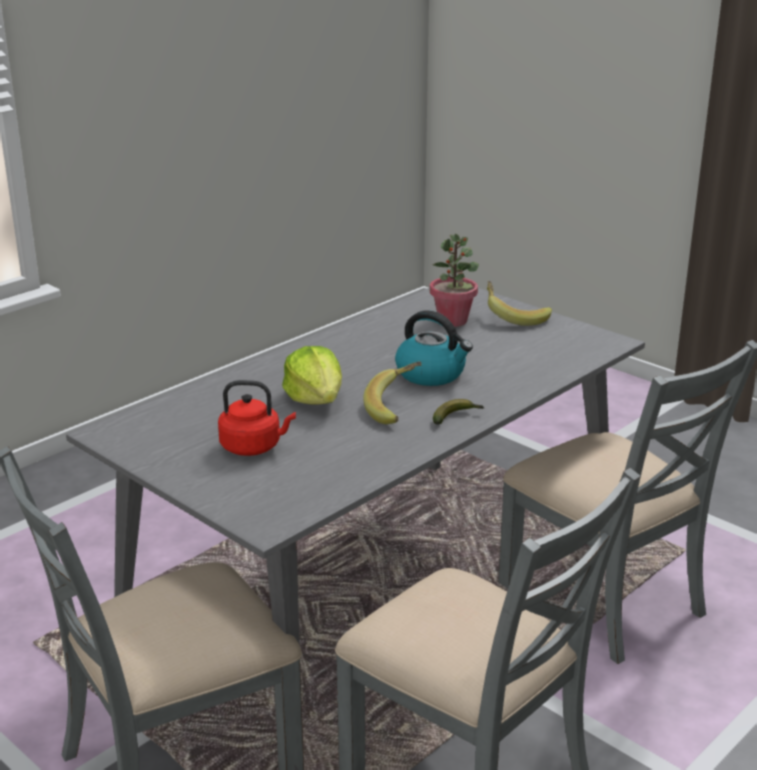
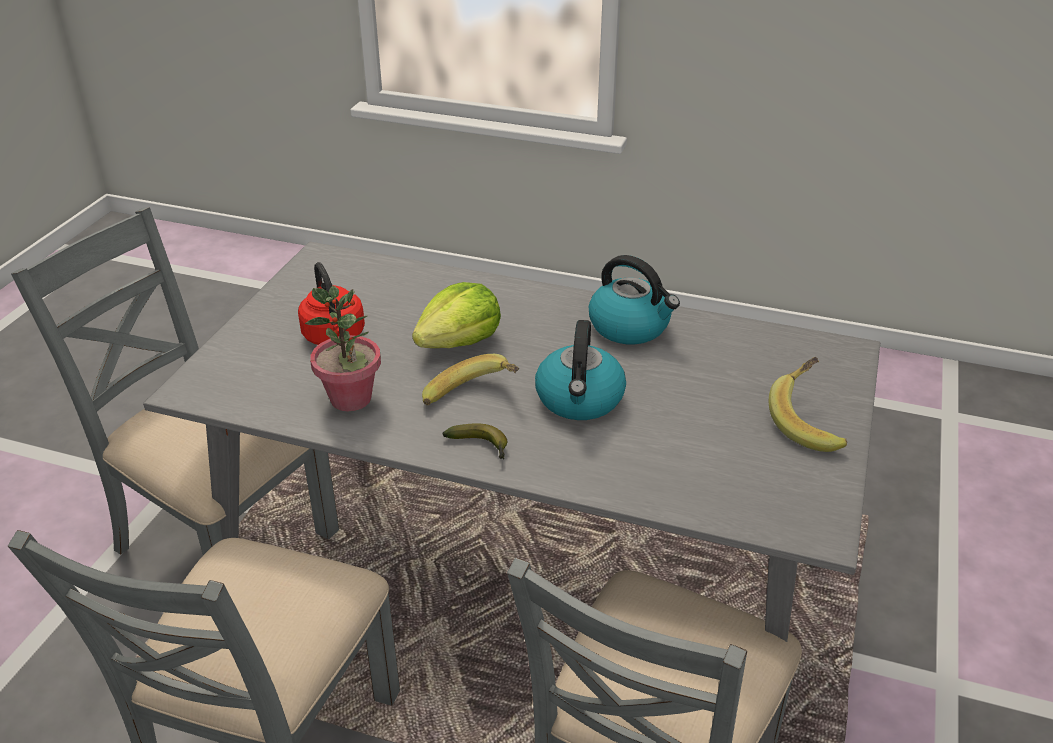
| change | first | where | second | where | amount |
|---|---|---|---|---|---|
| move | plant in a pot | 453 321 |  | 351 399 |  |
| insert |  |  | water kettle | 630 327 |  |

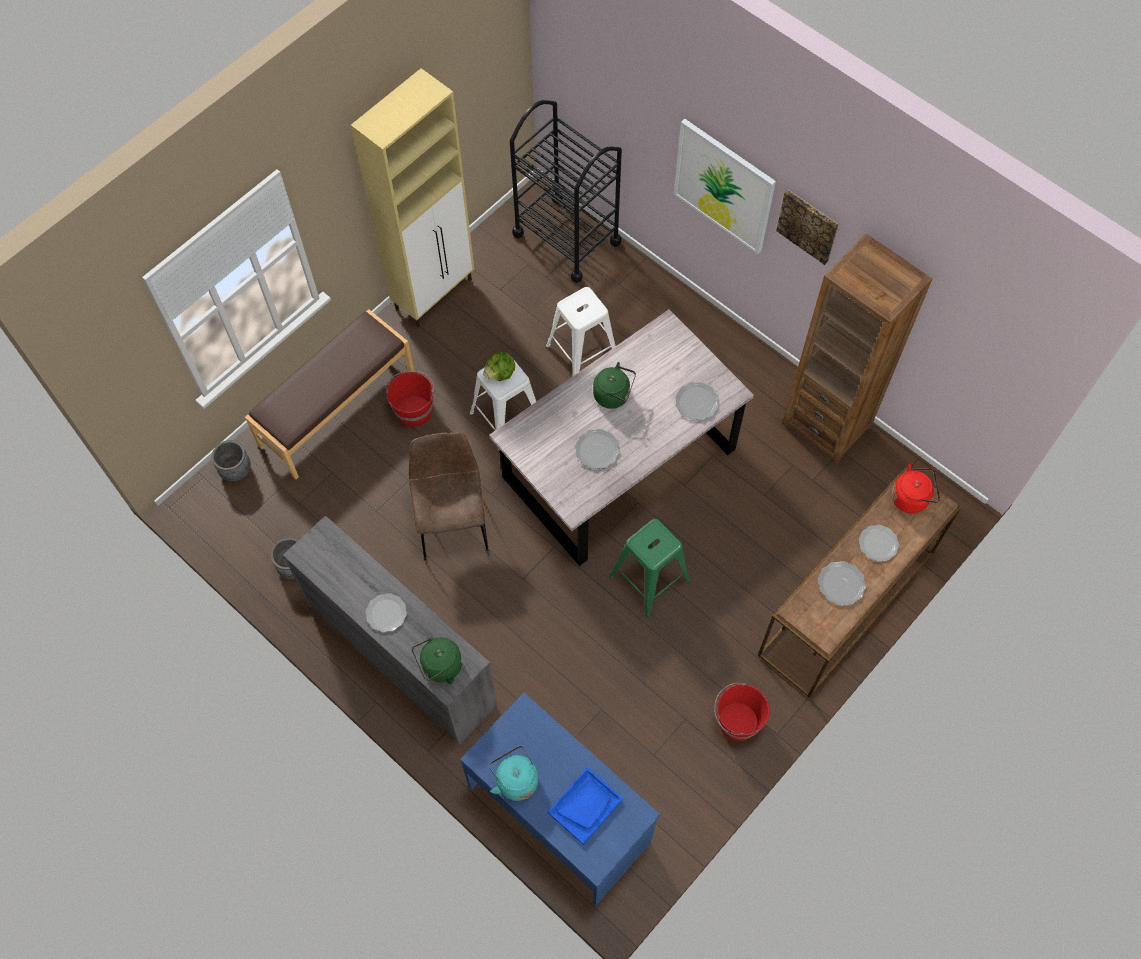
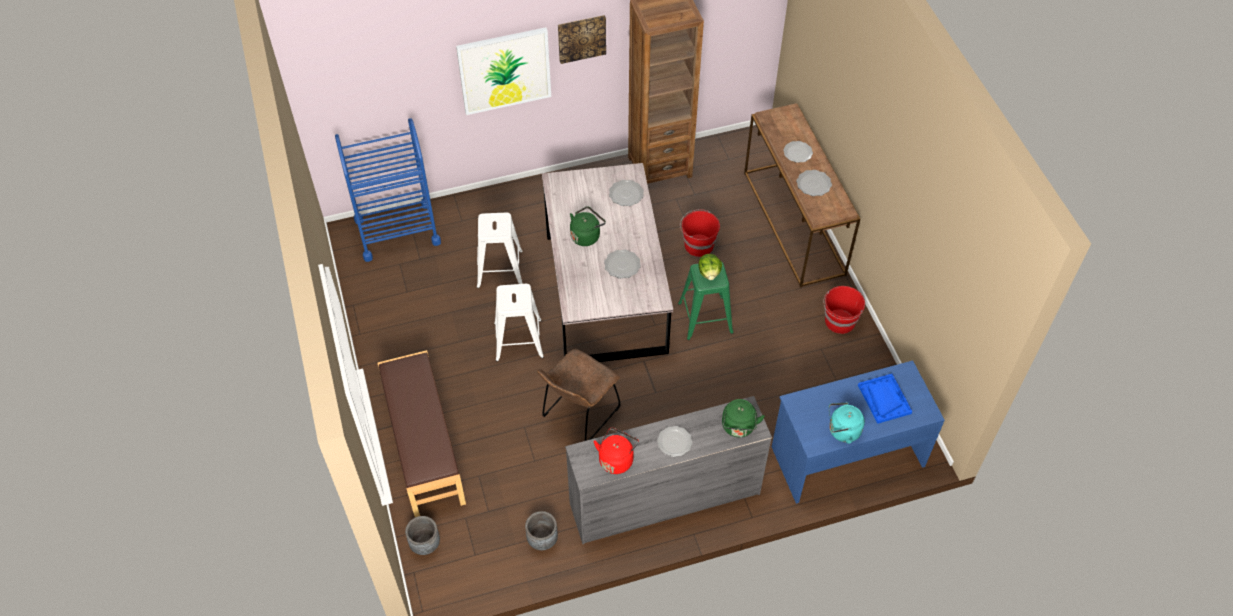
| change | first | where | second | where | amount |
|---|---|---|---|---|---|
| delete | cupboard (beige) | 435 293 |  |  |  |
| move | water bucket (red-coloured) | 414 410 |  | 698 245 |  |
| rotate | plain chair (brownish) | 452 521 |  | 578 414 | 75 degrees counterclockwise |
| move | lettuce head | 500 373 |  | 709 273 |  |
| recolor | wheeled cart (black-coloured) | 567 238 | wheeled cart (blue-coloured) | 397 231 |  |
| move | water kettle (red-coloured) | 912 498 |  | 616 459 |  |

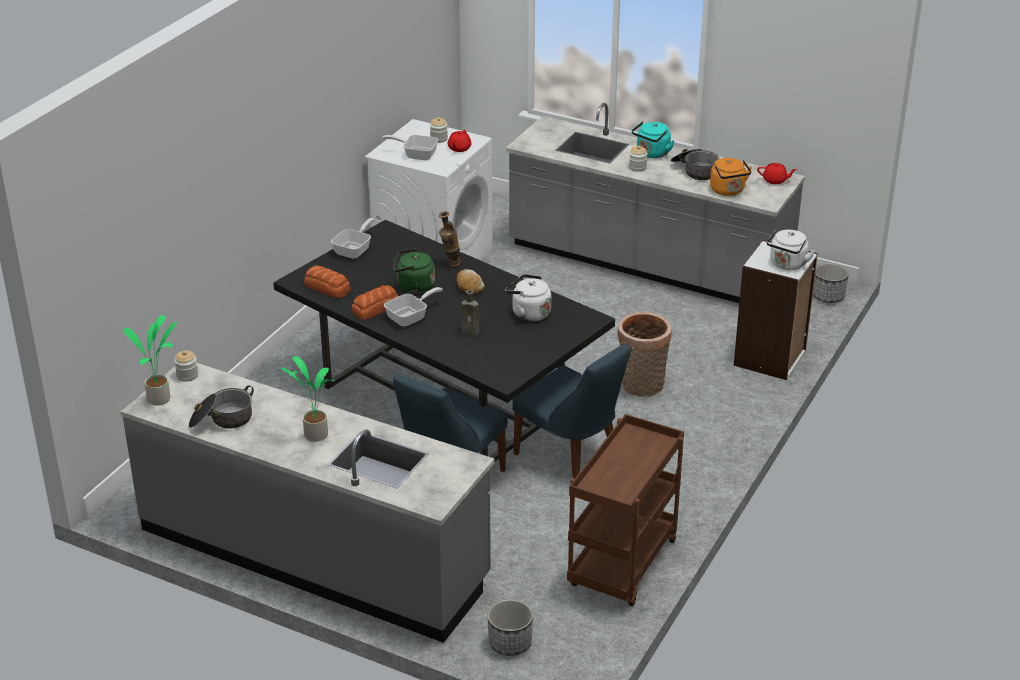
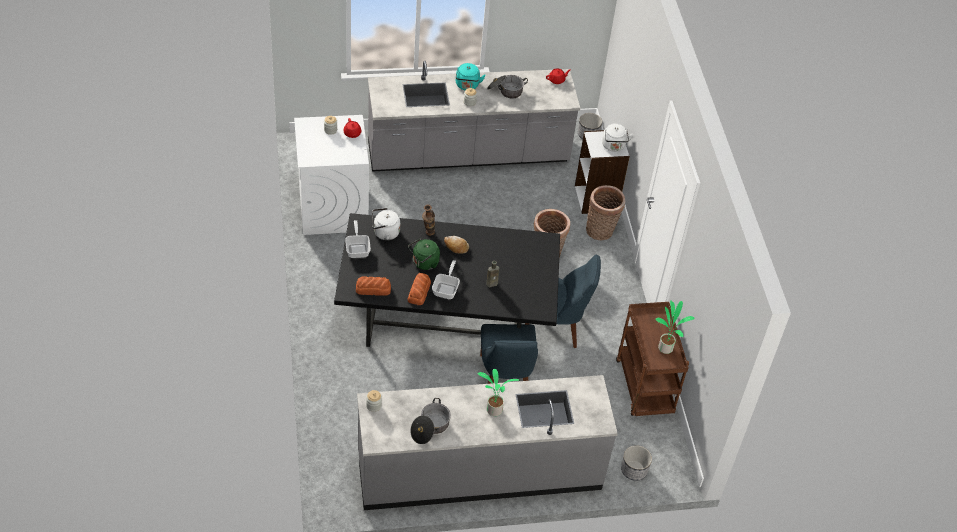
| change | first | where | second | where | amount |
|---|---|---|---|---|---|
| move | plant in a pot | 160 399 |  | 666 347 |  |
| delete | skillet | 416 154 |  |  |  |
| move | water kettle (white-coloured) | 528 313 |  | 384 233 |  |
| delete | water kettle (orange-coloured) | 728 191 |  |  |  |
| insert |  |  | basket | 601 231 |  |

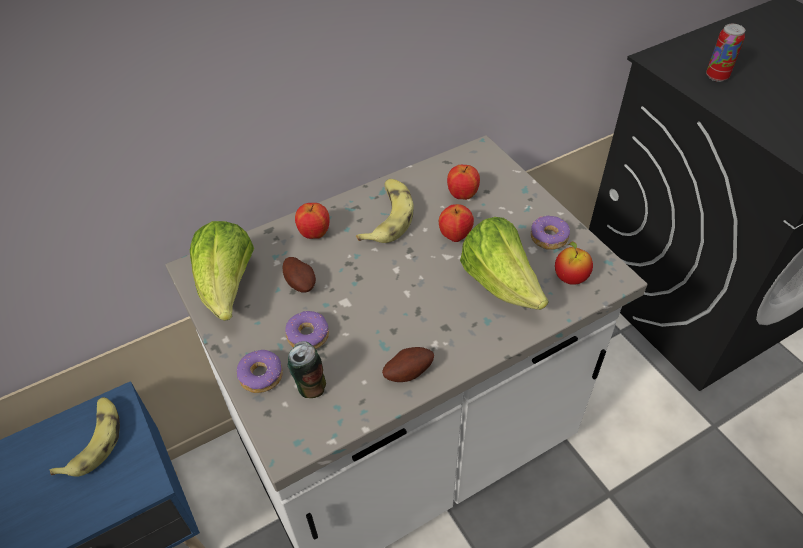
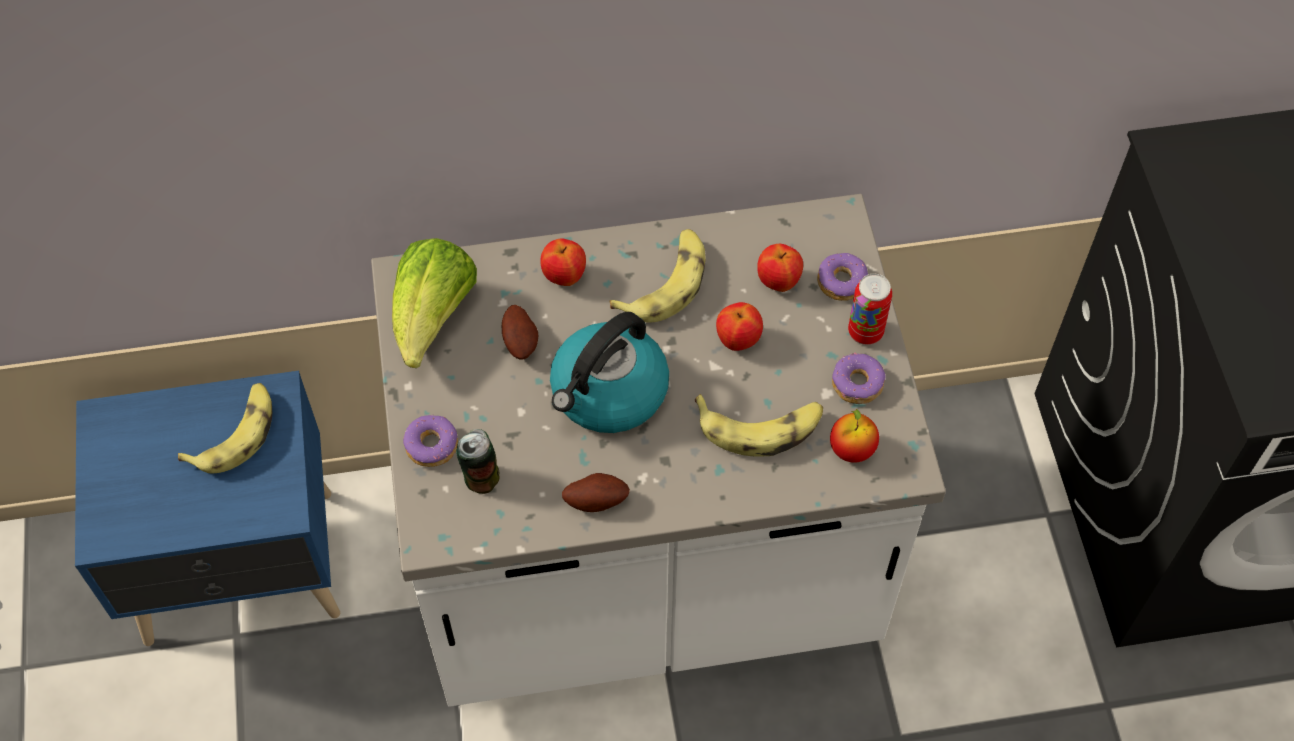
| change | first | where | second | where | amount |
|---|---|---|---|---|---|
| move | doughnut | 308 335 |  | 842 282 |  |
| replace | lettuce head | 500 283 | whole banana | 761 426 |  |
| move | can | 716 76 |  | 865 332 |  |
| insert |  |  | water kettle | 608 393 |  |

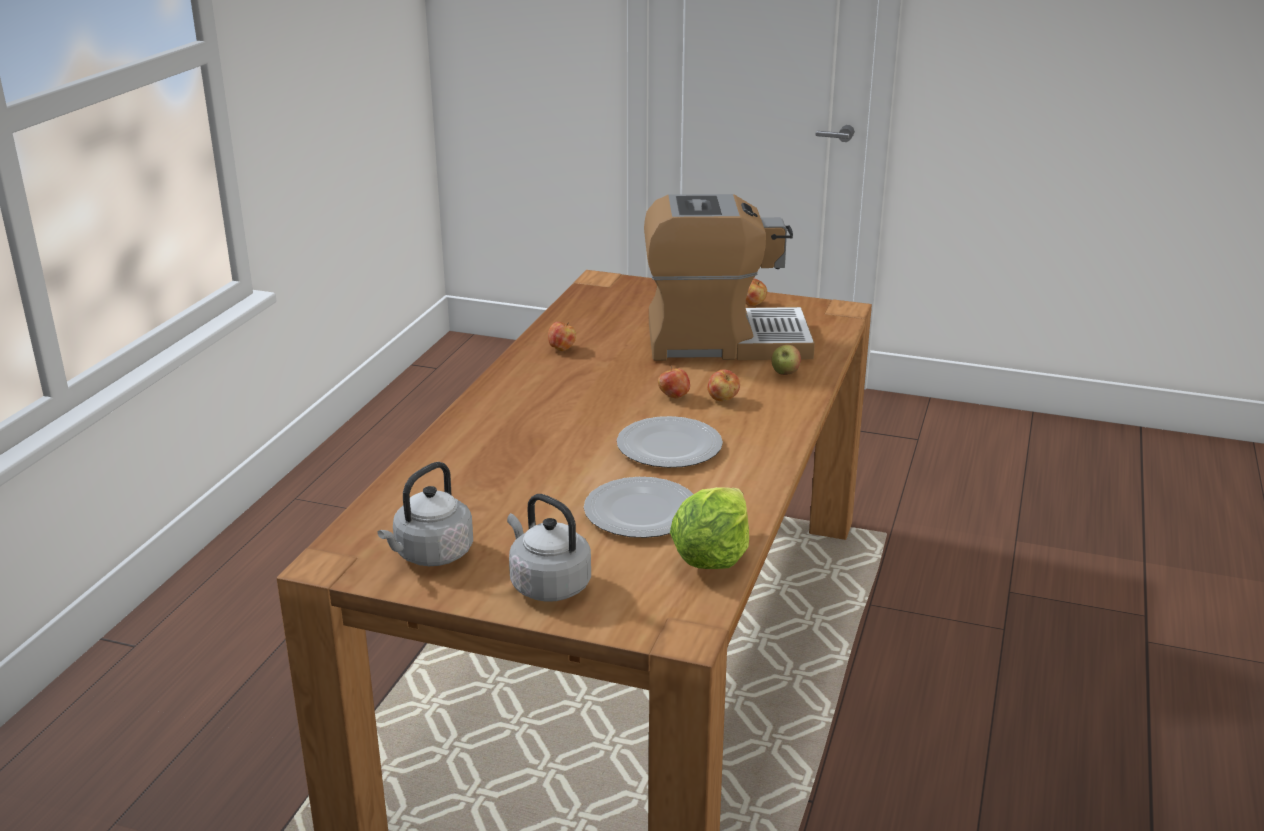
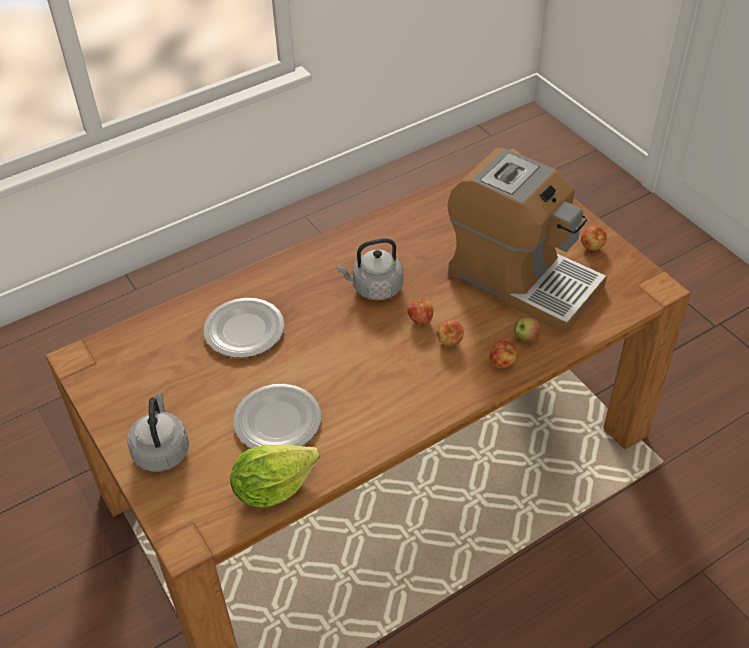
| change | first | where | second | where | amount |
|---|---|---|---|---|---|
| move | water kettle (grey) | 431 555 |  | 374 288 |  |
| move | apple | 562 349 |  | 502 363 |  |
| move | plate | 669 447 |  | 243 331 |  |

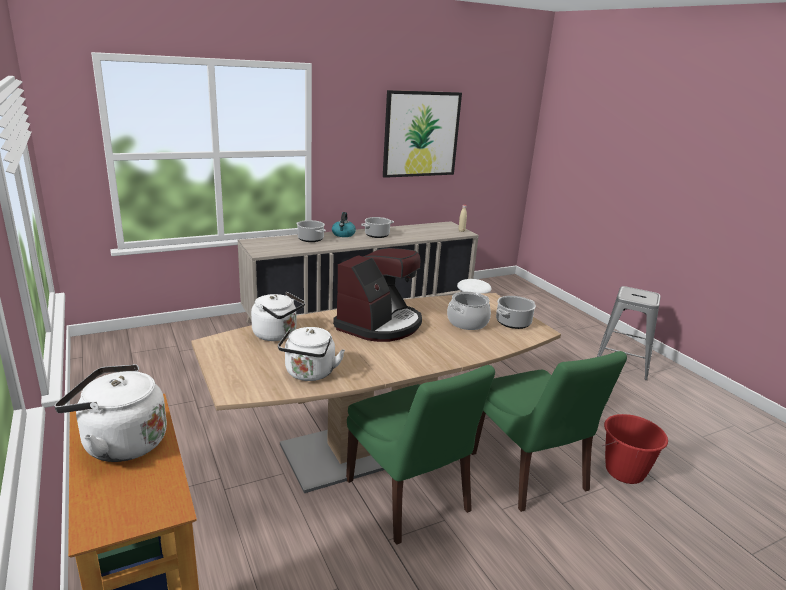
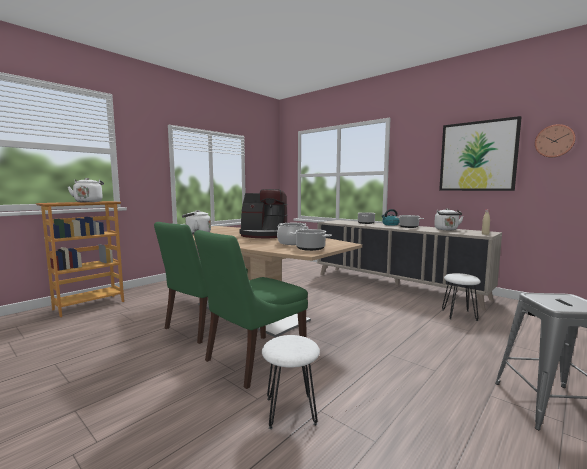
| change | first | where | second | where | amount |
|---|---|---|---|---|---|
| move | water kettle (white-coloured) | 277 335 |  | 446 229 |  |
| replace | water bucket (red-coloured) | 625 472 | sitting stool (white-coloured) | 290 411 |  |
| insert |  |  | hanging clock | 554 141 |  |

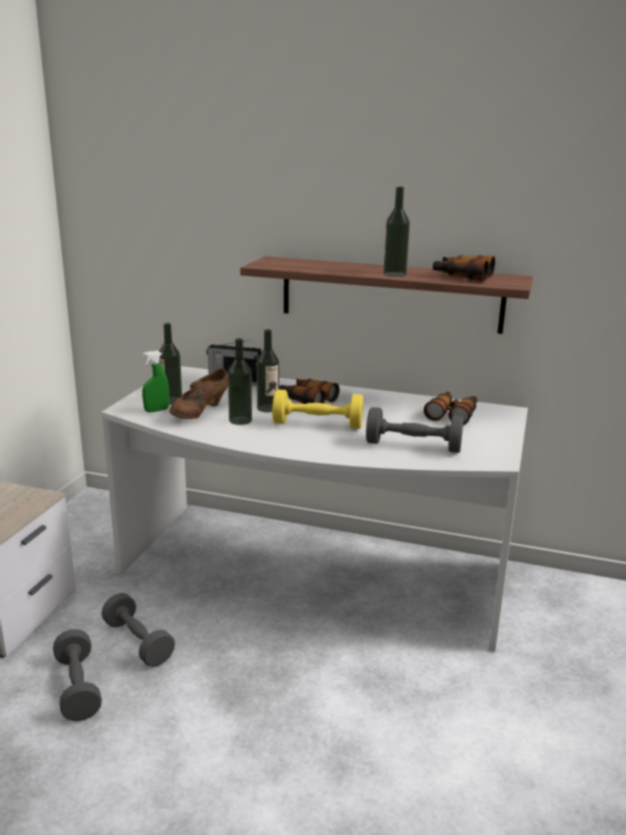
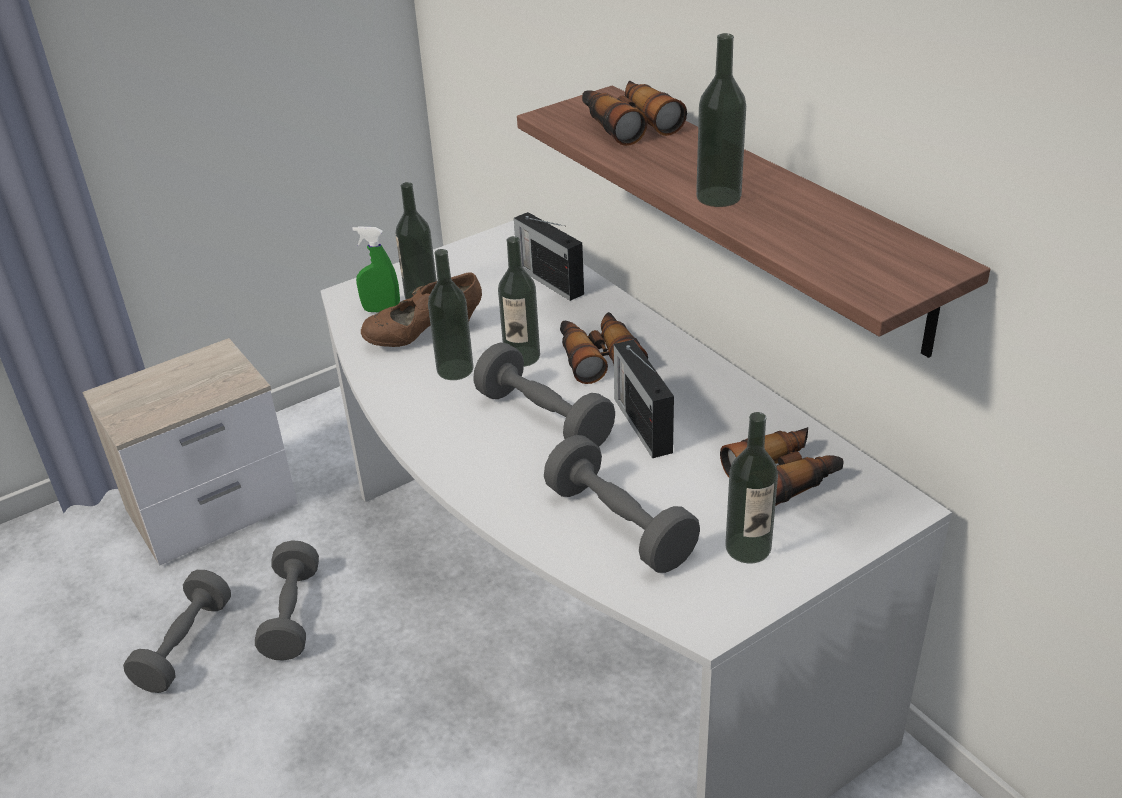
| change | first | where | second | where | amount |
|---|---|---|---|---|---|
| recolor | hand weight (yellowish) | 317 424 | hand weight (grey) | 544 419 |  |
| move | pair of binoculars | 462 276 |  | 628 124 |  |
| insert |  |  | radio set | 642 424 |  |
| insert |  |  | bottle | 748 547 |  |

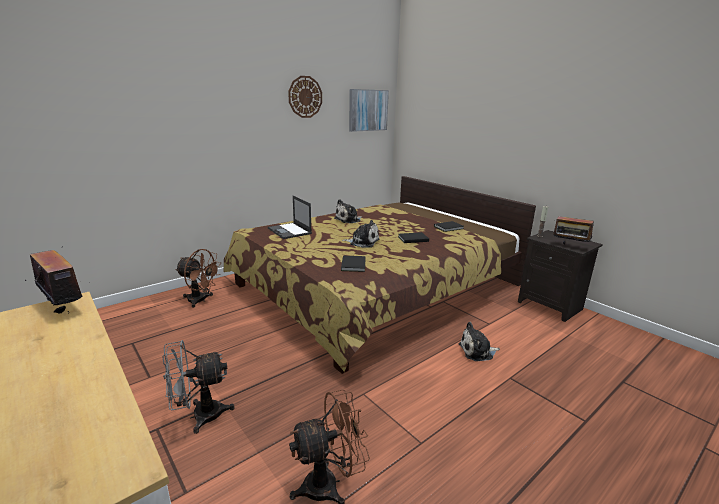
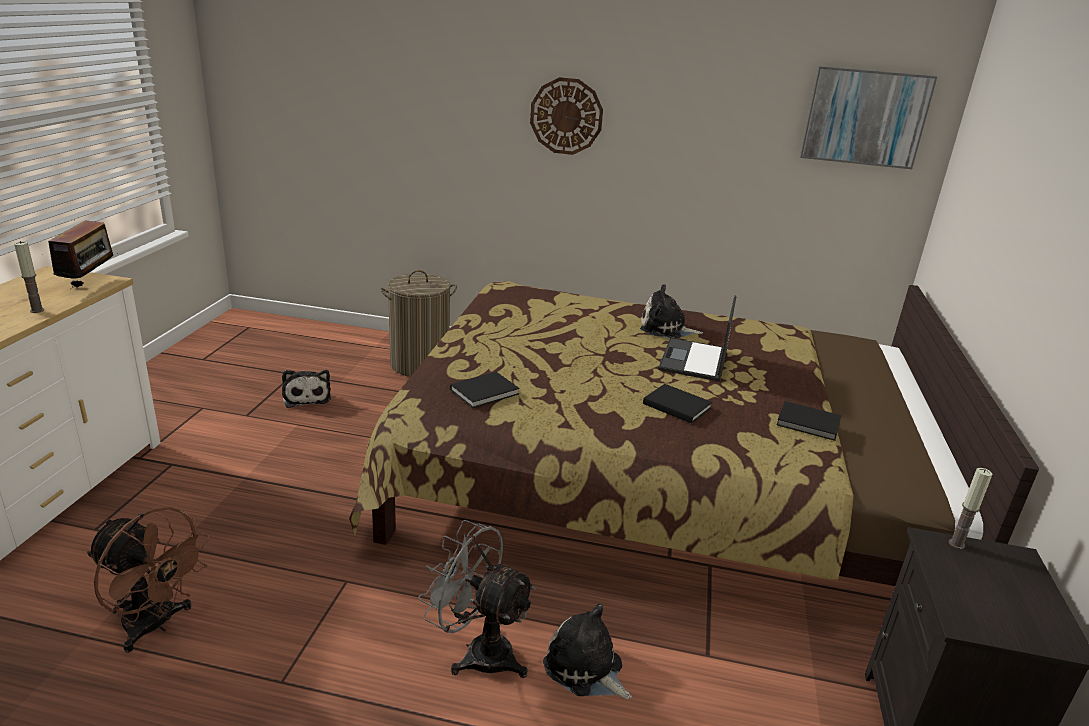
| change | first | where | second | where | amount |
|---|---|---|---|---|---|
| move | fan (grey) | 199 416 |  | 478 651 |  |
| replace | fan (brownish) | 201 300 | laundry basket | 419 364 |  |
| move | portable computer | 290 231 |  | 694 360 |  |
| move | hanging clock | 305 97 |  | 566 116 |  |
| move | soft toy | 362 242 |  | 306 397 |  |
| delete | radio set | 569 246 |  |  |  |
| insert |  |  | candle | 37 310 |  |

